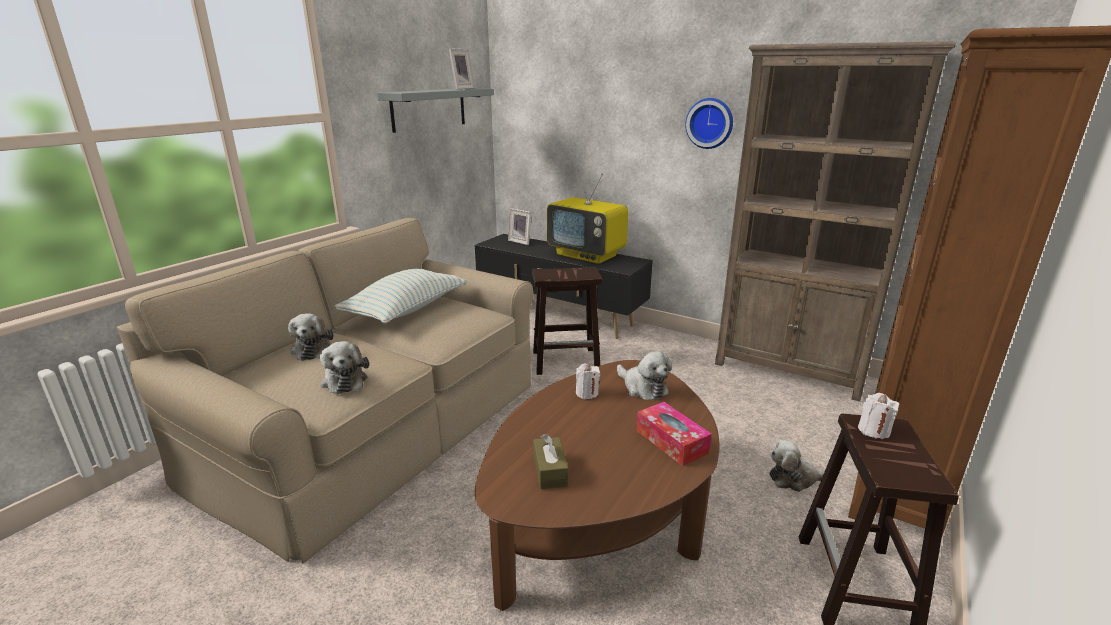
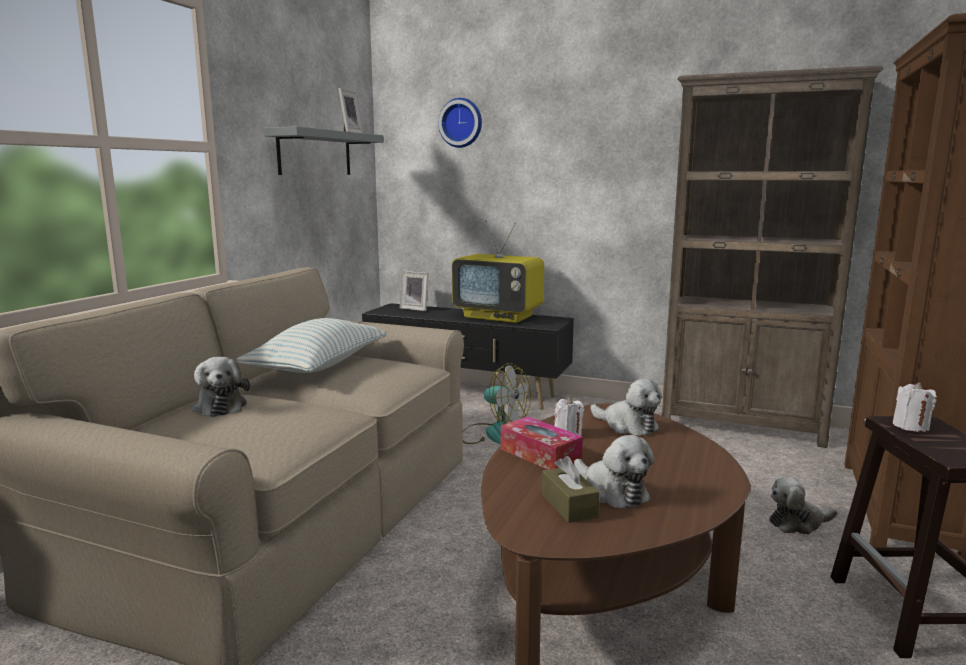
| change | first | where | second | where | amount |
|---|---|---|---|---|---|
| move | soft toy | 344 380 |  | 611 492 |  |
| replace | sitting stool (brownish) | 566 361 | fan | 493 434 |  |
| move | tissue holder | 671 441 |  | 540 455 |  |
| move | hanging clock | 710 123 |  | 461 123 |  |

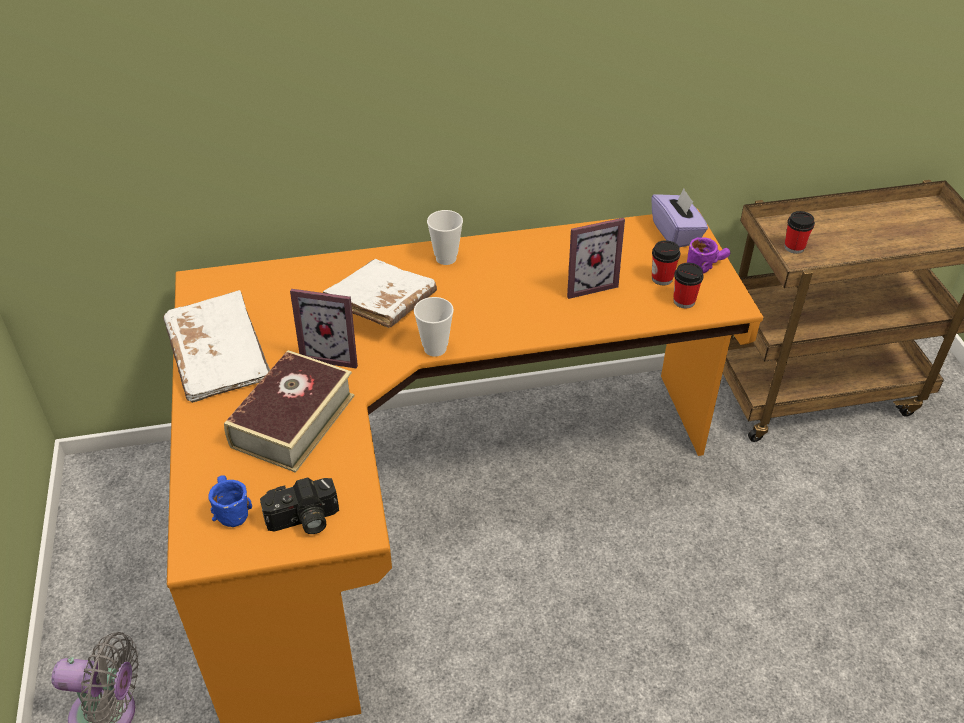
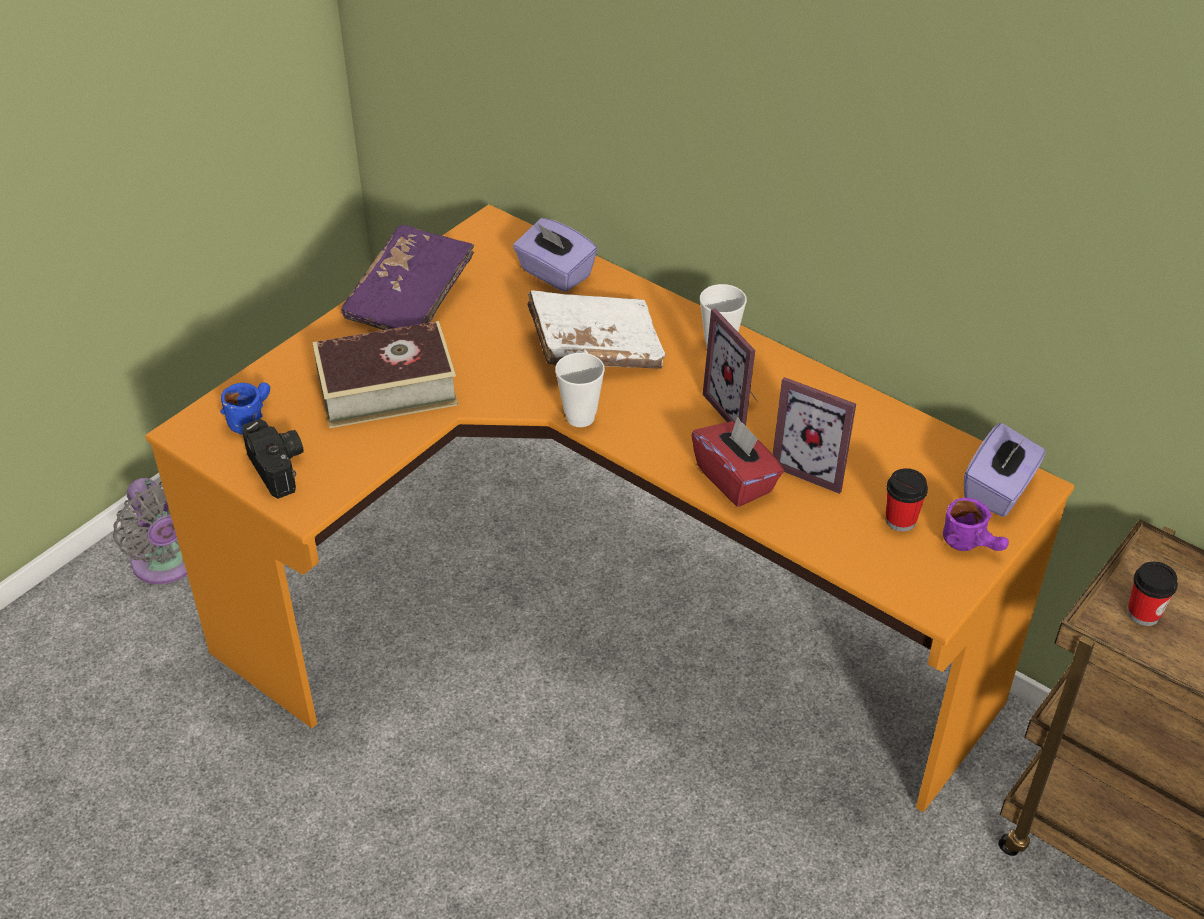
| change | first | where | second | where | amount |
|---|---|---|---|---|---|
| recolor | bound book (white-coloured) | 220 360 | bound book (purple-coloured) | 410 300 |  |
| rotate | still camera | 303 521 |  | 280 467 | 150 degrees counterclockwise |
| move | picture frame | 333 353 |  | 739 409 |  |
| delete | drinking cup | 684 301 |  |  |  |
| insert |  |  | tissue holder (purple-coloured) | 555 274 |  |
| insert |  |  | tissue holder (red-coloured) | 735 479 |  |

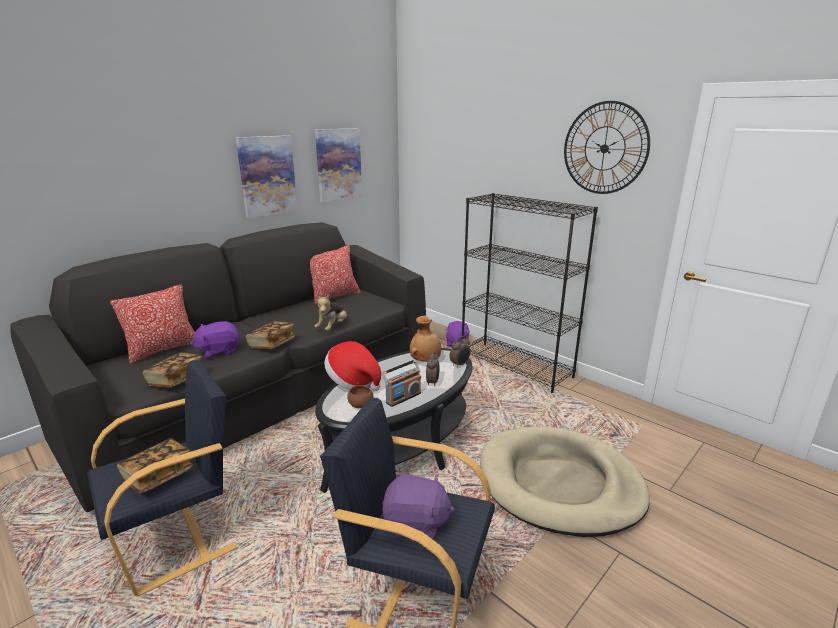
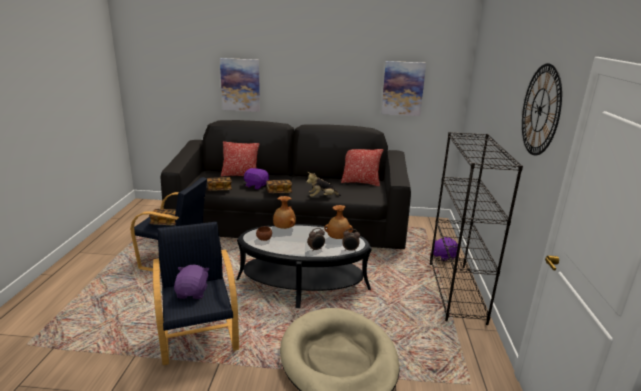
| change | first | where | second | where | amount |
|---|---|---|---|---|---|
| move | picture | 267 176 |  | 240 85 |  |
| replace | hat | 353 382 | vase (brownish) | 284 228 |  |
| delete | radio set | 403 398 |  |  |  |
| rotate | soft toy (purple-coloured) | 416 523 |  | 193 293 | 150 degrees counterclockwise |

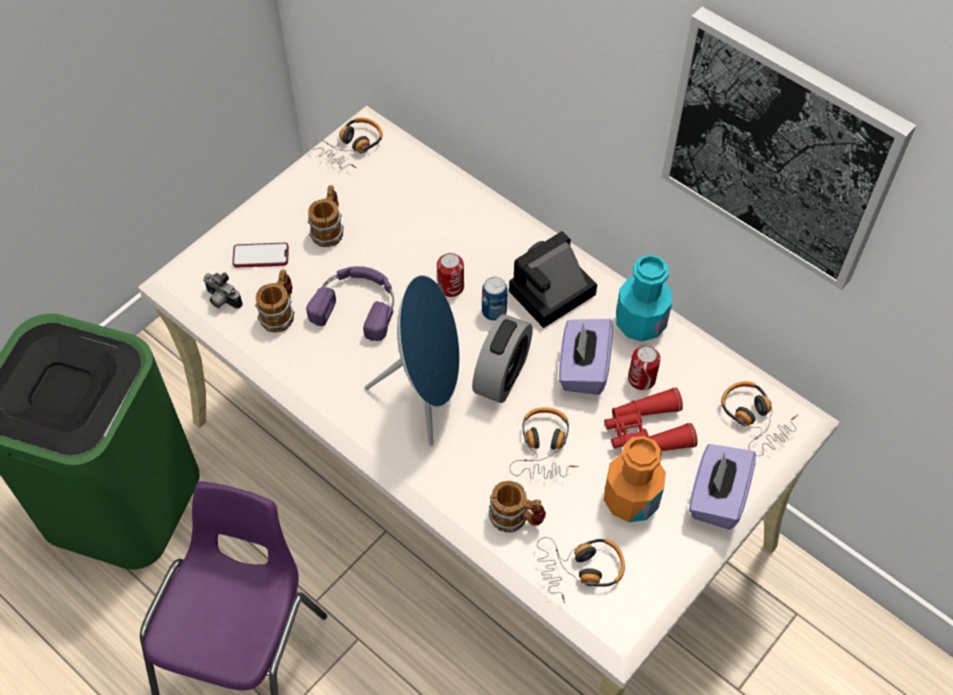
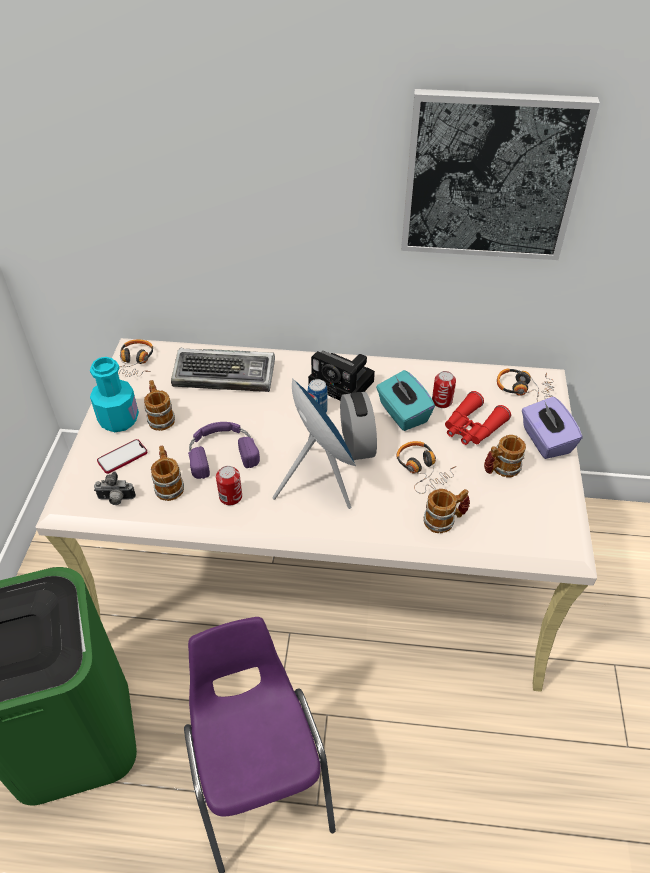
| change | first | where | second | where | amount |
|---|---|---|---|---|---|
| move | can | 450 287 |  | 230 497 |  |
| rotate | still camera | 550 295 |  | 344 384 | 75 degrees counterclockwise |
| delete | pair of headphones | 581 569 |  |  |  |
| recolor | tissue holder (purple-coloured) | 583 368 | tissue holder (turquoise-coloured) | 402 413 |  |
| replace | bottle (orange-coloured) | 631 499 | mug | 500 469 |  |
| move | bottle (turquoise-coloured) | 640 322 |  | 119 419 |  |
| insert |  |  | PC keyboard | 226 375 |  |

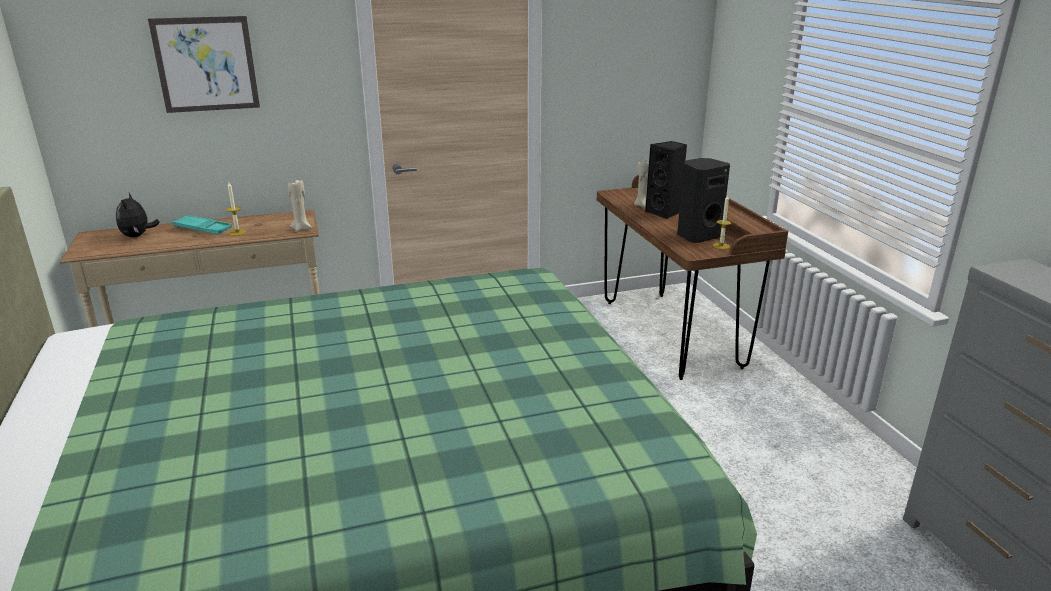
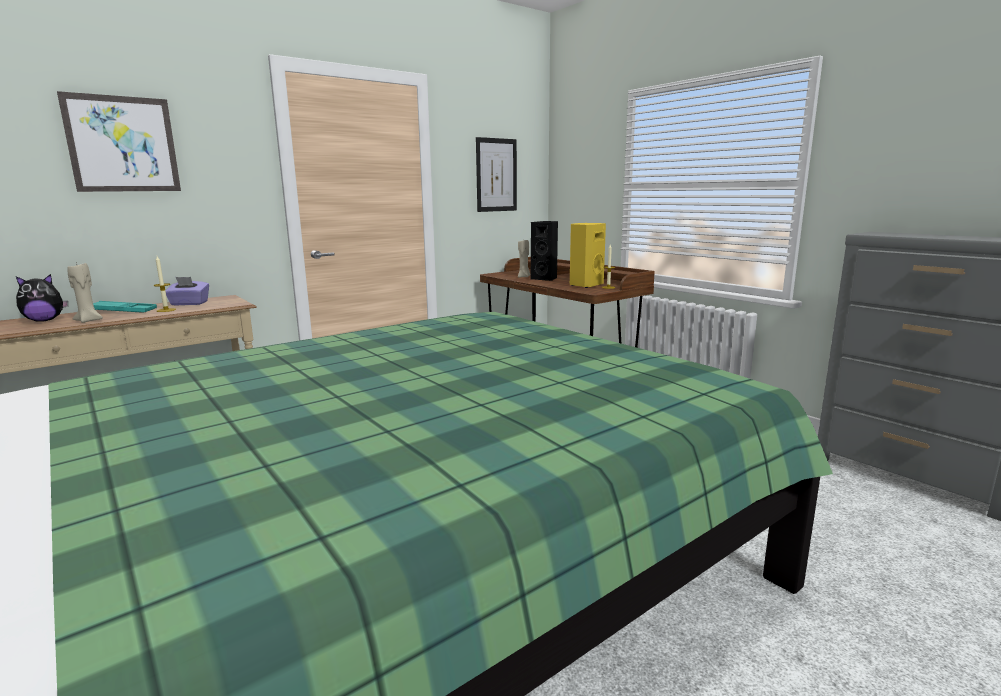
| change | first | where | second | where | amount |
|---|---|---|---|---|---|
| rotate | soft toy | 138 236 |  | 44 320 | 90 degrees counterclockwise |
| move | candle (beige) | 301 229 |  | 89 320 |  |
| recolor | loudspeaker (black-coloured) | 697 236 | loudspeaker (yellowish) | 585 285 |  |
| insert |  |  | tissue holder (purple-coloured) | 189 303 |  |
| insert |  |  | picture | 496 175 |  |

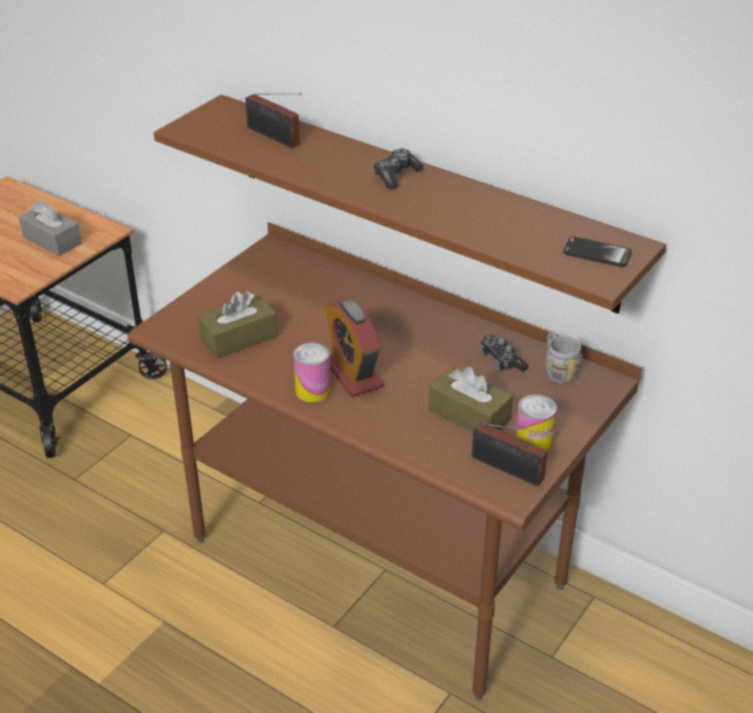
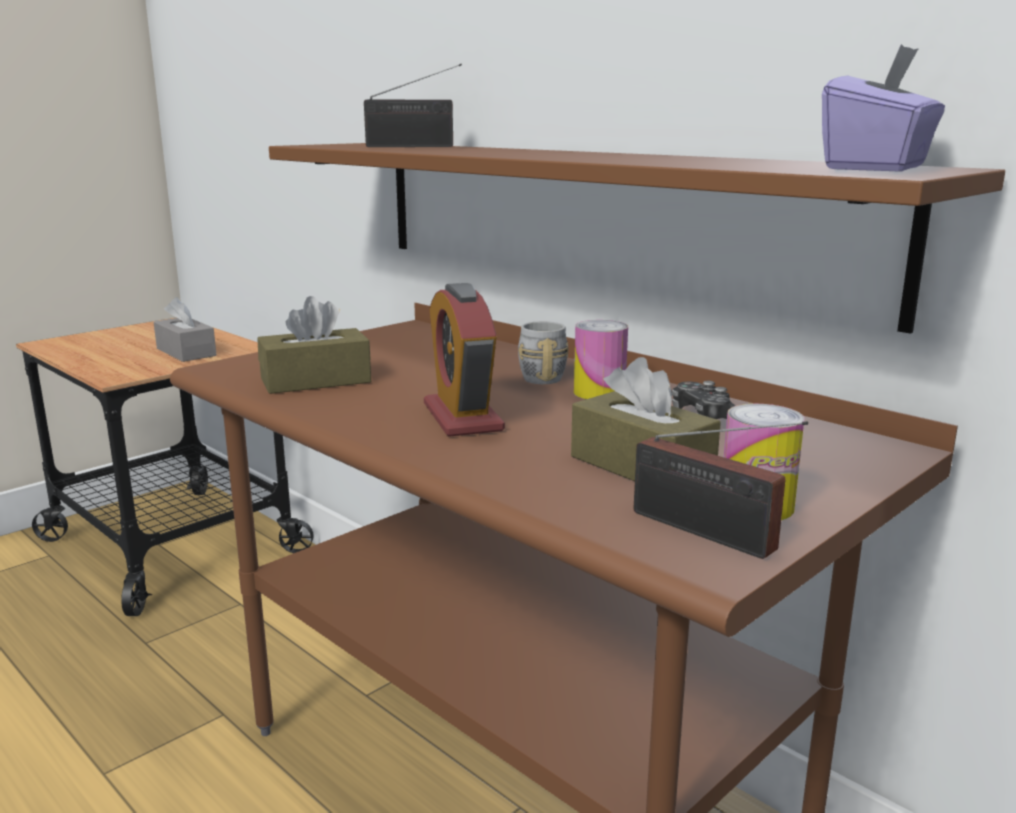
| change | first | where | second | where | amount |
|---|---|---|---|---|---|
| rotate | radio set | 275 137 |  | 415 146 | 60 degrees counterclockwise |
| move | can | 313 390 |  | 599 392 |  |
| delete | game controller | 396 175 |  |  |  |
| move | mug (grey) | 557 370 |  | 540 375 |  |
| replace | handset | 597 253 | tissue holder (purple-coloured) | 878 168 |  |

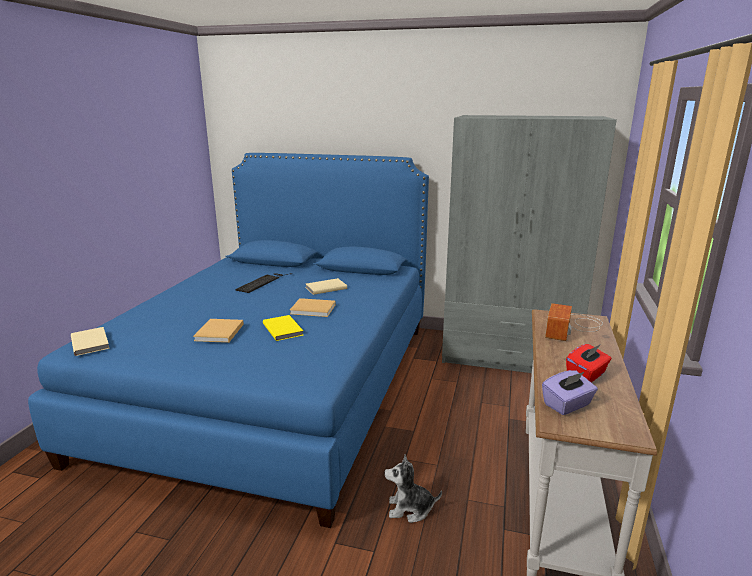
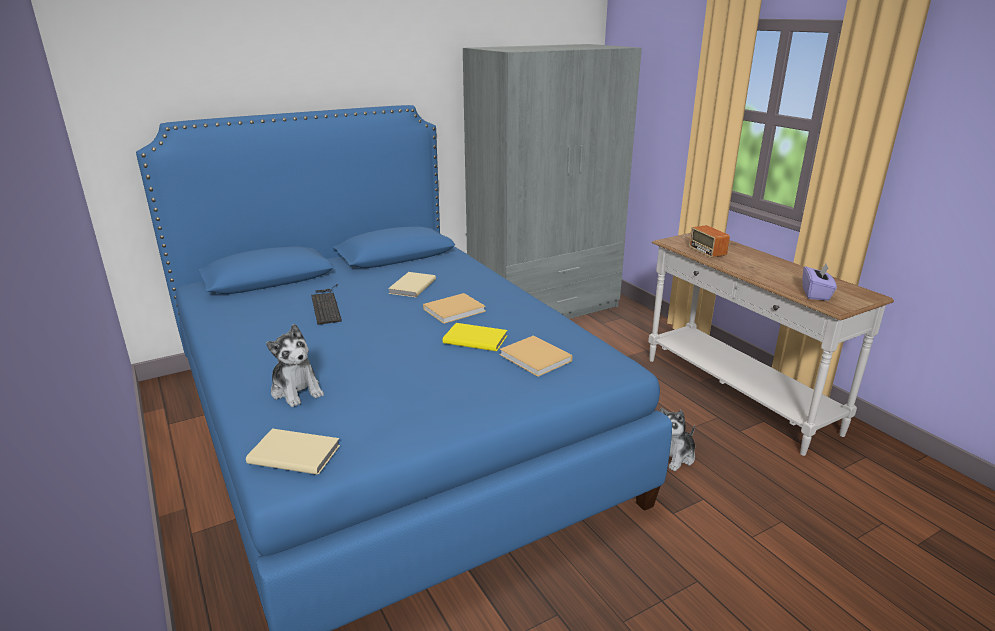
| change | first | where | second | where | amount |
|---|---|---|---|---|---|
| move | bound book (beige) | 218 333 |  | 536 358 |  |
| delete | tissue holder (red-coloured) | 586 375 |  |  |  |
| insert |  |  | soft toy | 297 390 |  |

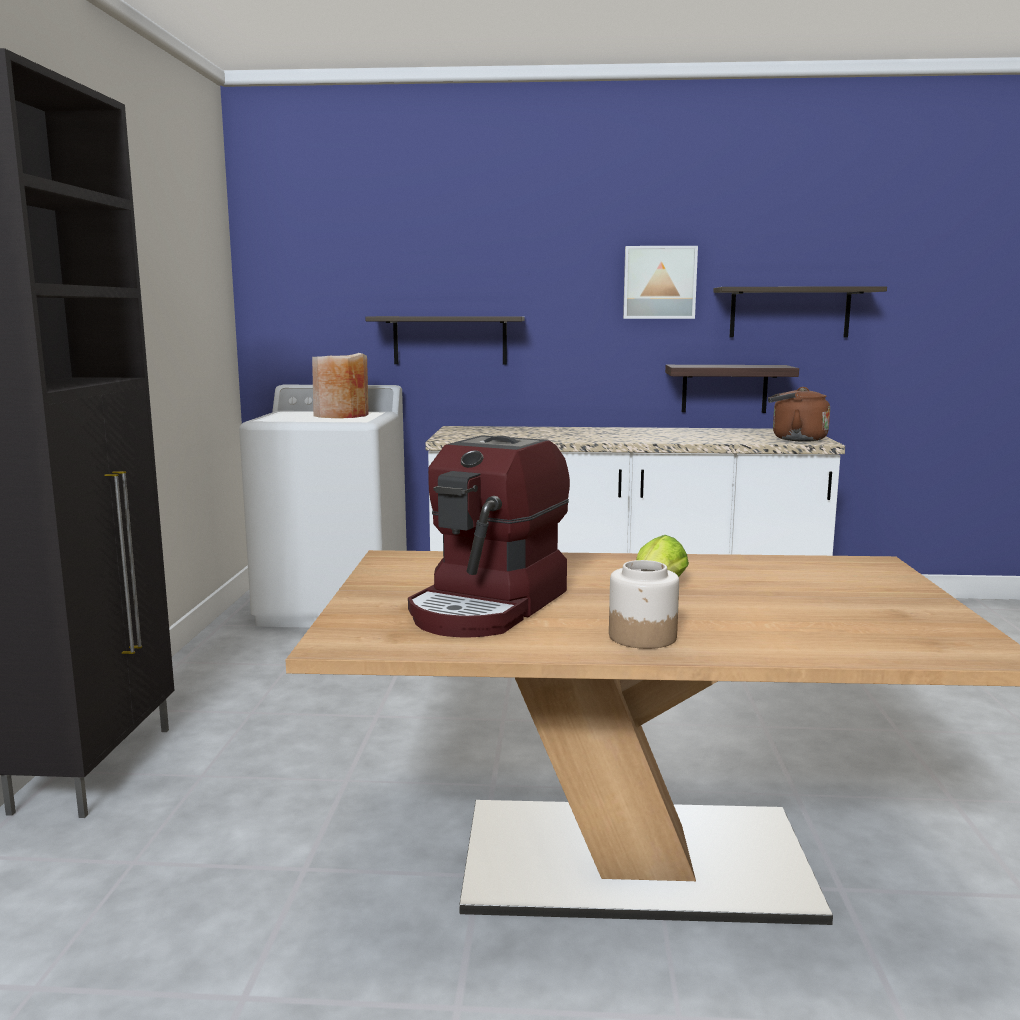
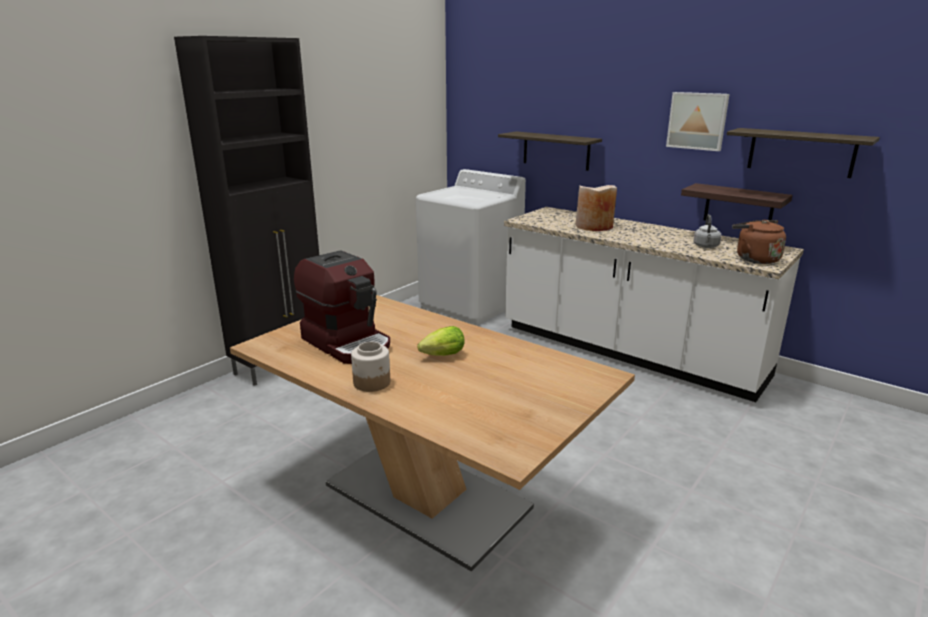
| change | first | where | second | where | amount |
|---|---|---|---|---|---|
| move | vase (beige) | 342 415 |  | 594 226 |  |
| rotate | coffee brewer | 490 607 |  | 348 343 | 105 degrees counterclockwise |
| insert |  |  | water kettle (grey) | 706 246 |  |

